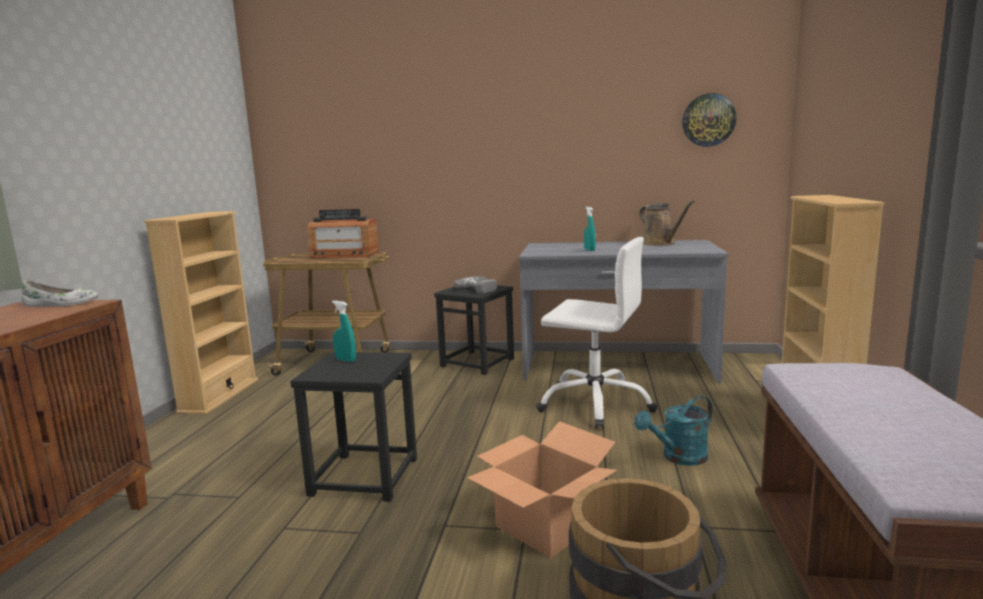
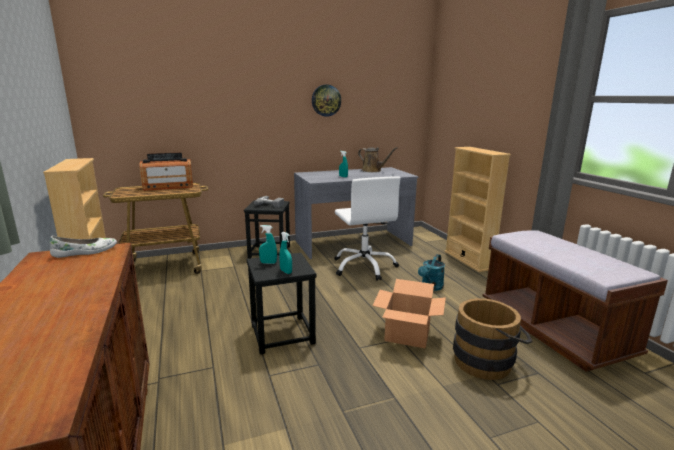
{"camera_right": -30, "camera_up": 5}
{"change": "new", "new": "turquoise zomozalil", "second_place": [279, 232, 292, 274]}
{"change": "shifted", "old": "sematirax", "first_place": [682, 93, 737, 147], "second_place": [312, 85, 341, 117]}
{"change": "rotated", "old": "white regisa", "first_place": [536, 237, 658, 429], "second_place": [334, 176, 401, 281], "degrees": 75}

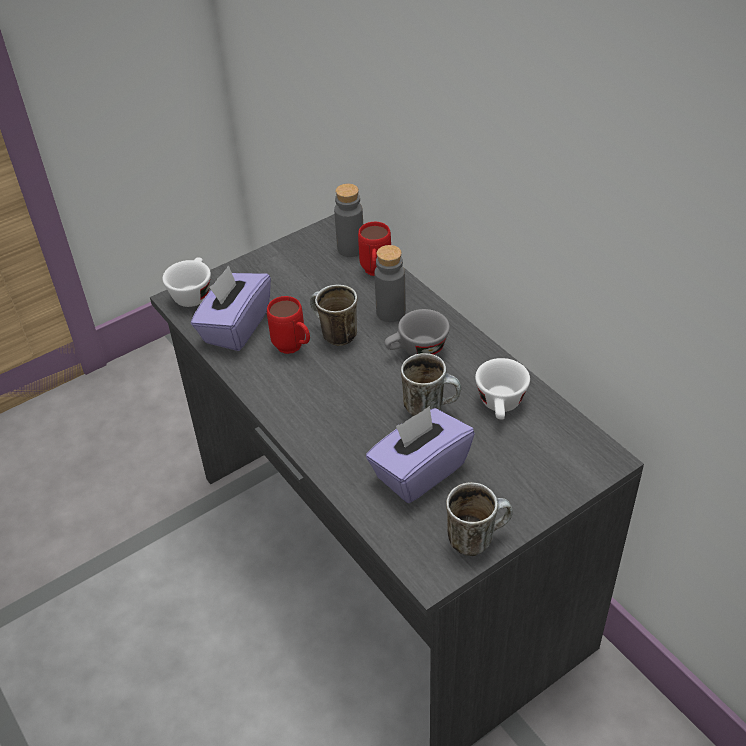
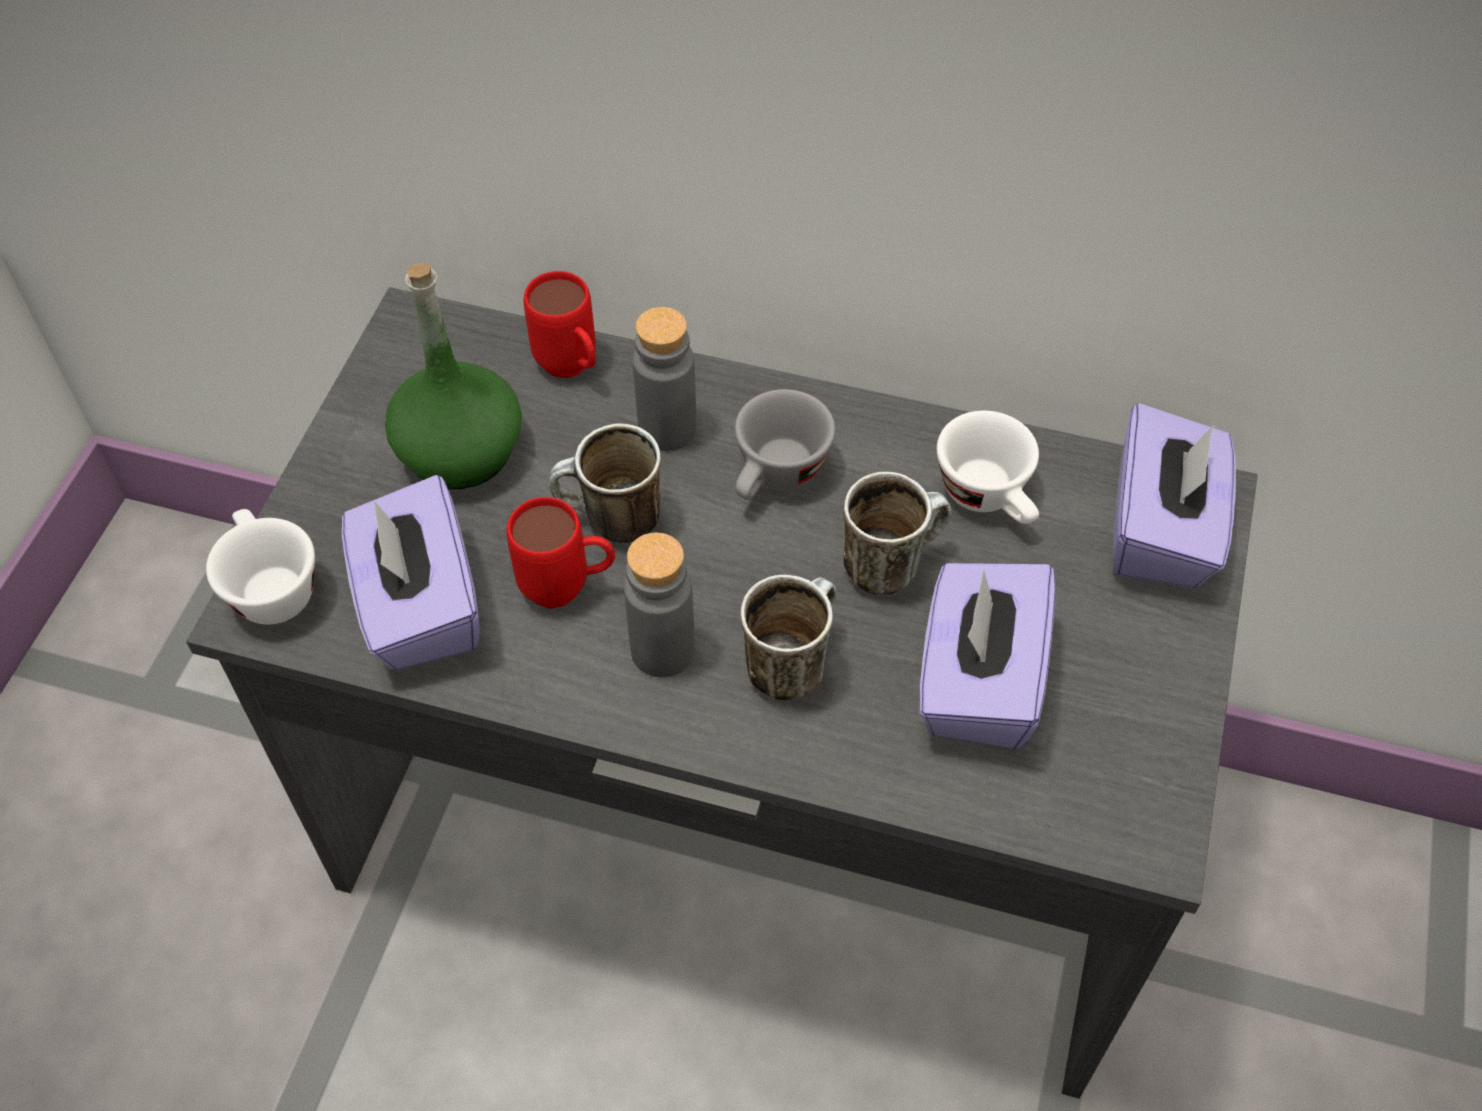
{"camera_right": -40, "camera_up": 10}
{"change": "new", "new": "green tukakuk", "second_place": [385, 263, 522, 489]}
{"change": "shifted", "old": "grey tukakuk", "first_place": [334, 184, 363, 257], "second_place": [624, 532, 695, 677]}
{"change": "shifted", "old": "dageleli", "first_place": [446, 482, 513, 556], "second_place": [740, 575, 836, 700]}
{"change": "new", "new": "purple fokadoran", "second_place": [1113, 403, 1236, 588]}

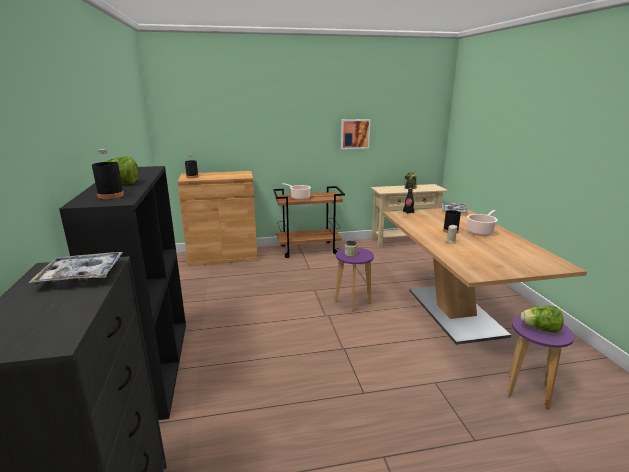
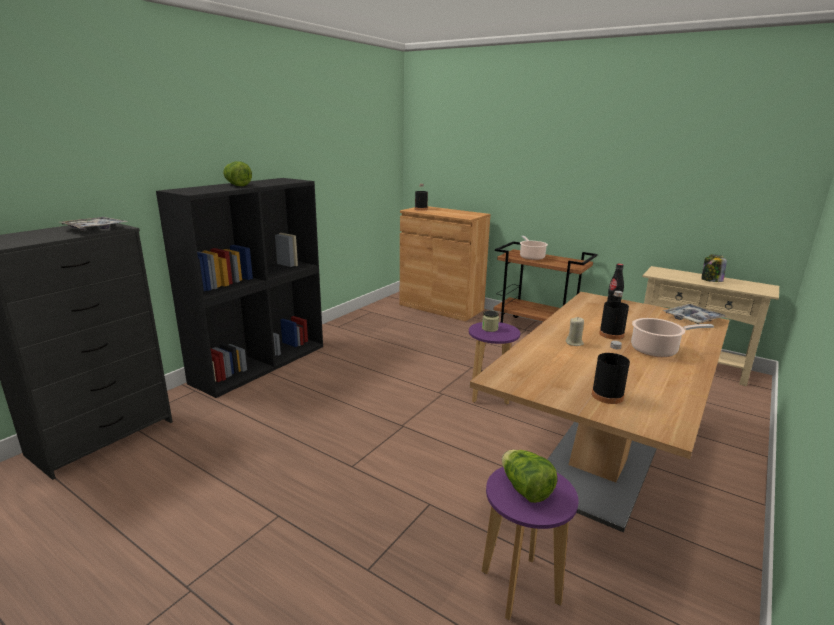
{"camera_right": 45, "camera_up": 0}
{"change": "shifted", "old": "black tukakuk", "first_place": [92, 149, 124, 199], "second_place": [592, 341, 630, 404]}
{"change": "gone", "old": "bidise", "first_place": [341, 119, 370, 149]}

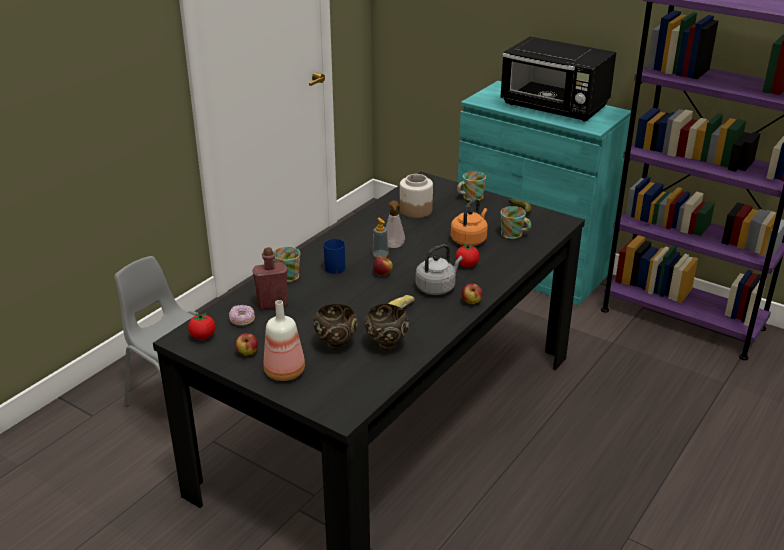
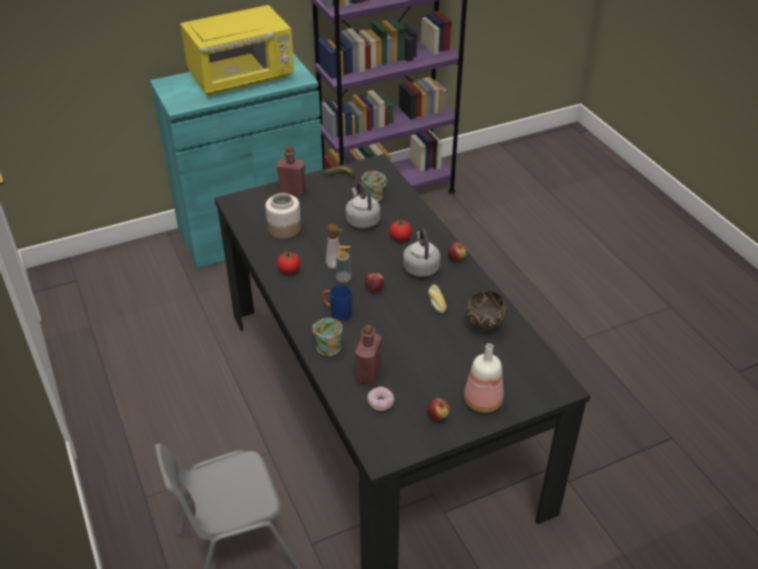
{"camera_right": -60, "camera_up": 10}
{"change": "repainted", "old": "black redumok", "new": "yellow redumok", "first_place": [500, 37, 616, 121], "second_place": [180, 5, 294, 96]}
{"change": "swapped", "old": "dageleli", "new": "red tukakuk", "first_place": [457, 171, 486, 201], "second_place": [276, 146, 306, 196]}
{"change": "shifted", "old": "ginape", "first_place": [188, 313, 215, 340], "second_place": [277, 251, 300, 274]}
{"change": "repainted", "old": "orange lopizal", "new": "grey lopizal", "first_place": [451, 198, 488, 246], "second_place": [346, 183, 380, 229]}
{"change": "gone", "old": "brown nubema", "first_place": [313, 304, 358, 350]}

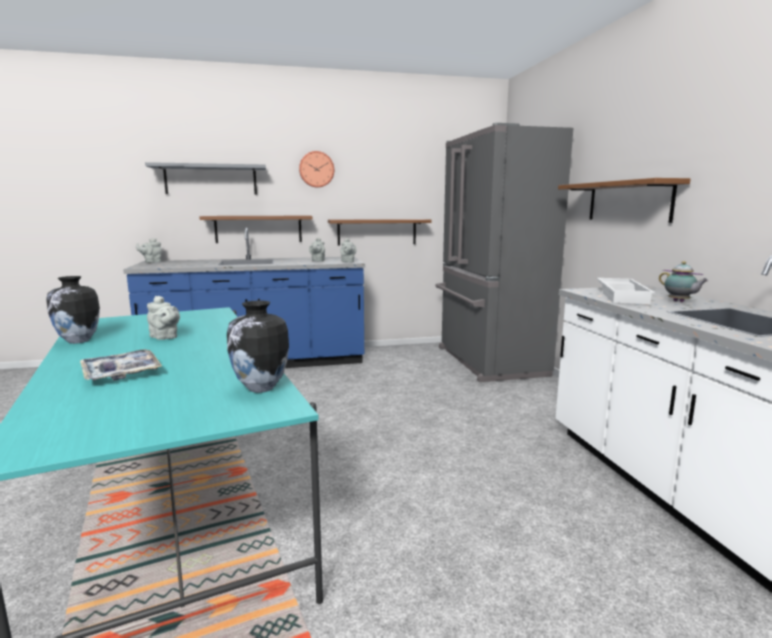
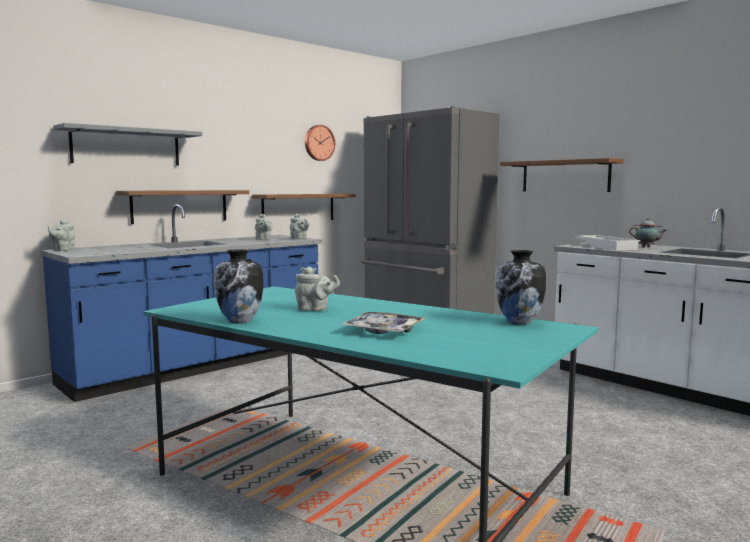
{"camera_right": -30, "camera_up": -5}
{"change": "shifted", "old": "sematirax", "first_place": [299, 151, 334, 188], "second_place": [305, 125, 335, 161]}

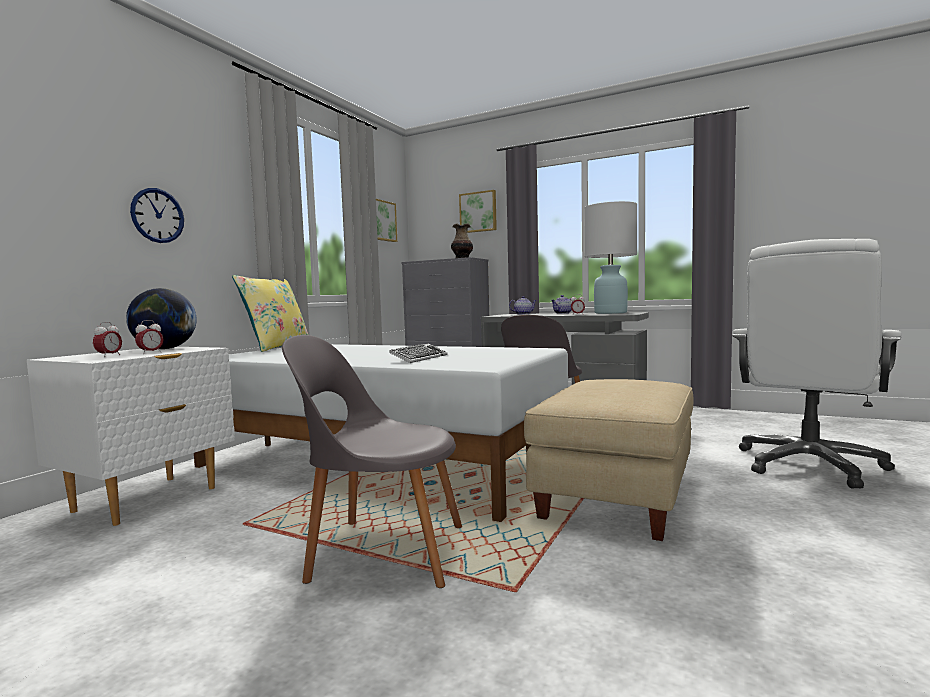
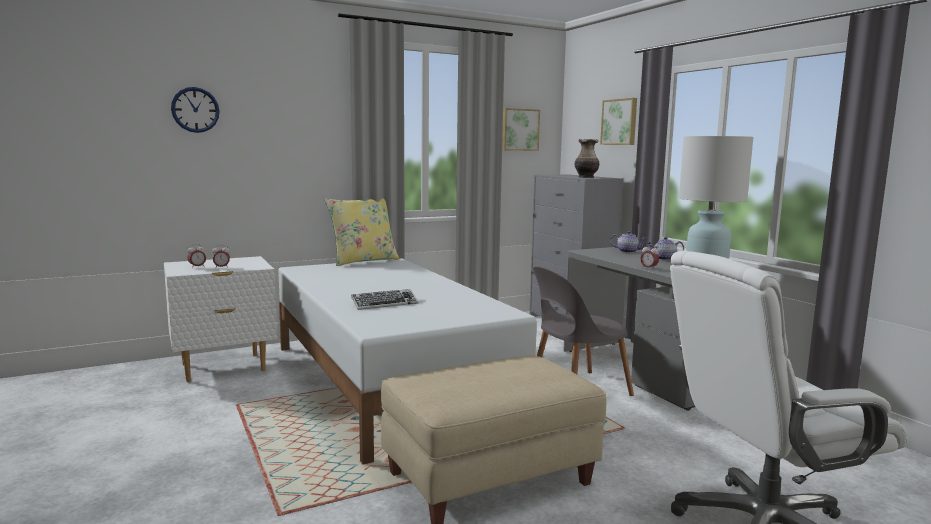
{"camera_right": 35, "camera_up": 5}
{"change": "shifted", "old": "sematirax", "first_place": [130, 188, 184, 243], "second_place": [171, 87, 220, 133]}
{"change": "gone", "old": "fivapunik", "first_place": [126, 288, 197, 349]}
{"change": "gone", "old": "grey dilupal", "first_place": [282, 335, 462, 588]}

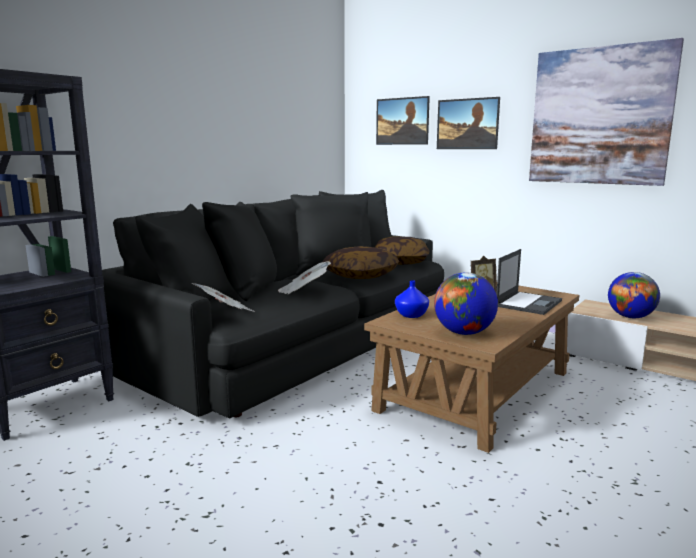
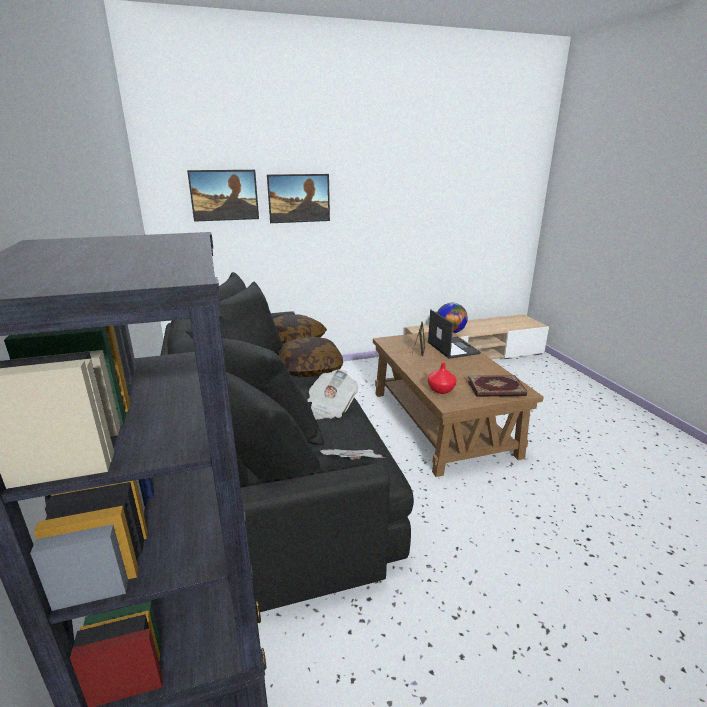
{"camera_right": -55, "camera_up": 10}
{"change": "repainted", "old": "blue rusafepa", "new": "red rusafepa", "first_place": [395, 280, 429, 318], "second_place": [428, 363, 457, 394]}
{"change": "swapped", "old": "fivapunik", "new": "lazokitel", "first_place": [434, 272, 498, 335], "second_place": [468, 375, 527, 397]}
{"change": "gone", "old": "bidise", "first_place": [529, 38, 684, 186]}

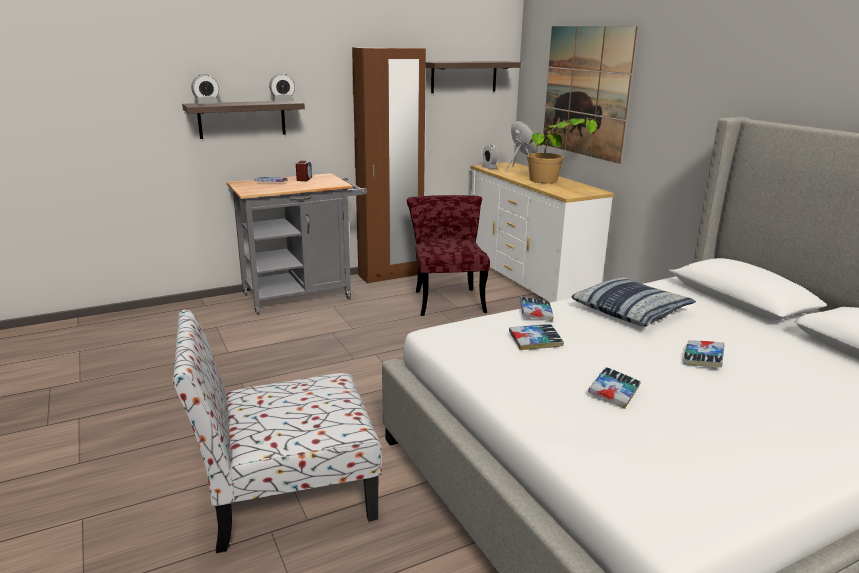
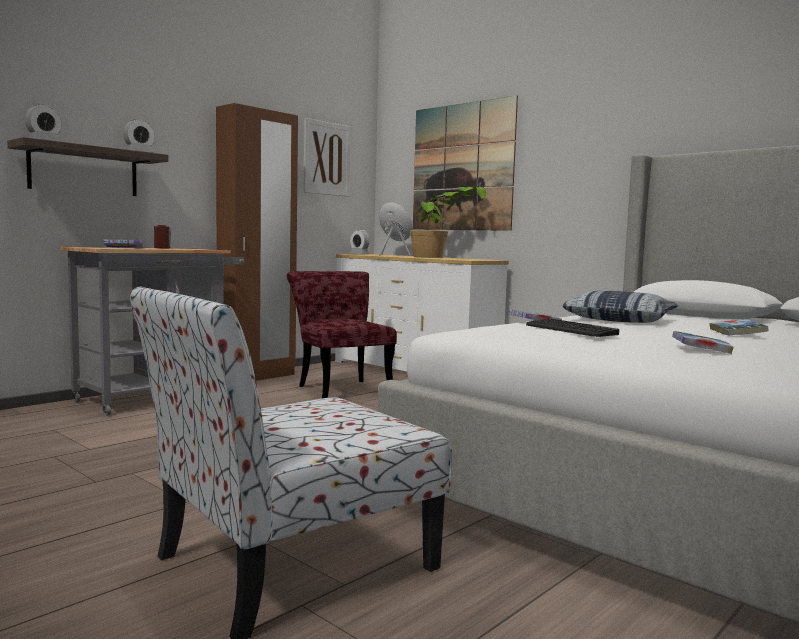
{"camera_right": -20, "camera_up": -15}
{"change": "swapped", "old": "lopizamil", "new": "bidise", "first_place": [426, 61, 521, 93], "second_place": [303, 118, 351, 197]}
{"change": "swapped", "old": "lazokitel", "new": "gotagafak", "first_place": [509, 324, 564, 350], "second_place": [526, 318, 619, 337]}

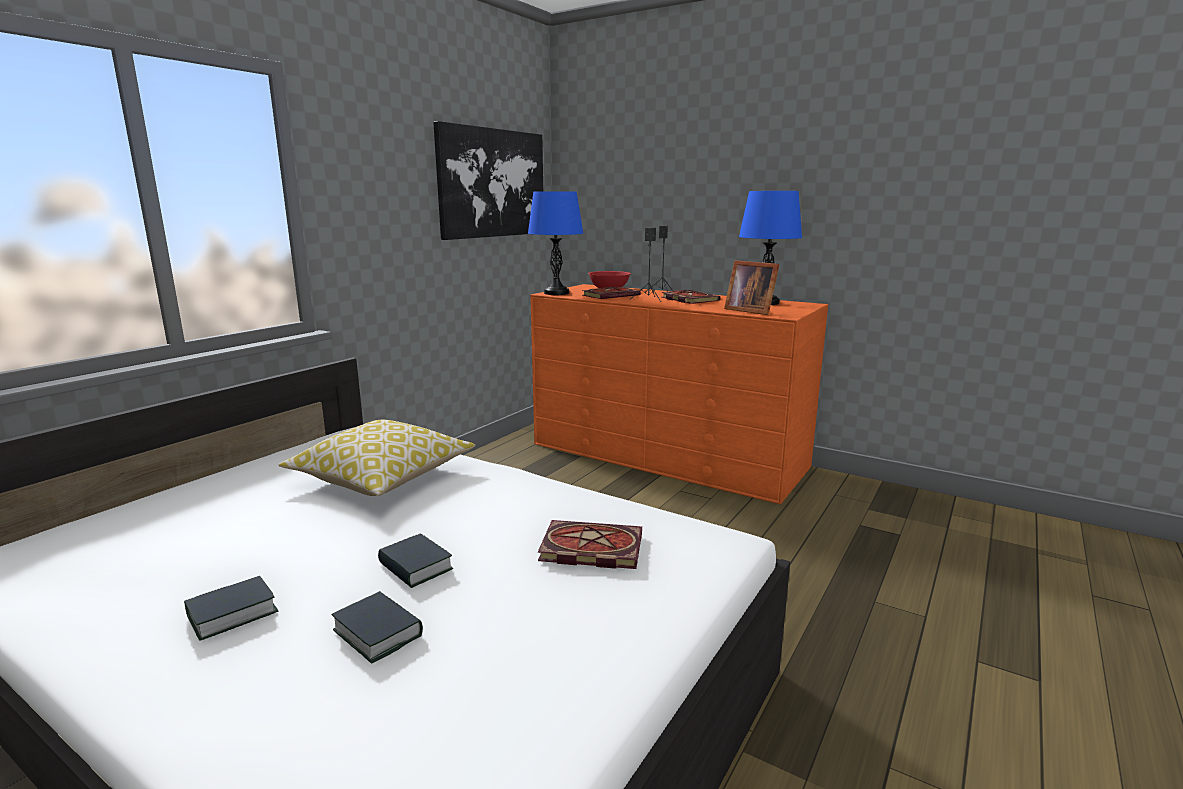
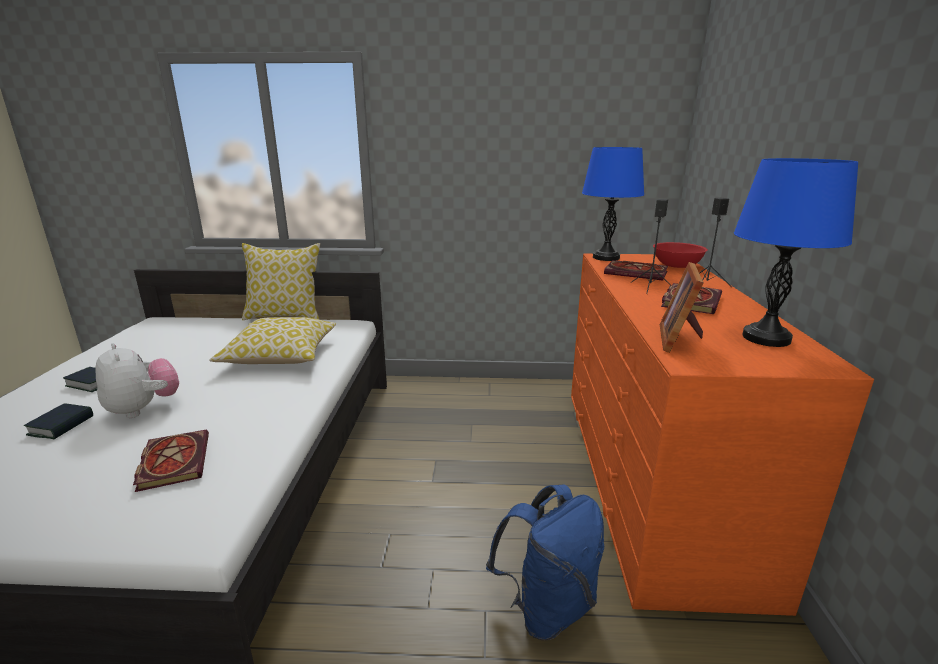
{"camera_right": 60, "camera_up": 5}
{"change": "swapped", "old": "lazokitel", "new": "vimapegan", "first_place": [378, 534, 453, 588], "second_place": [96, 343, 179, 418]}
{"change": "new", "new": "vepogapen", "second_place": [242, 243, 320, 320]}
{"change": "new", "new": "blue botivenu", "second_place": [486, 484, 604, 640]}
{"change": "gone", "old": "bidise", "first_place": [433, 121, 543, 240]}

